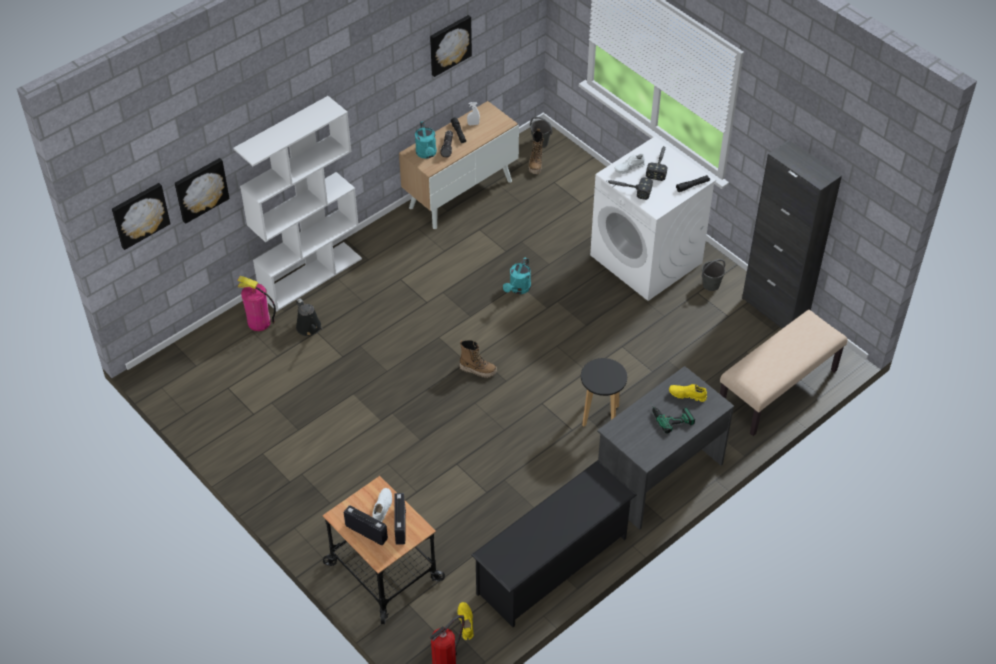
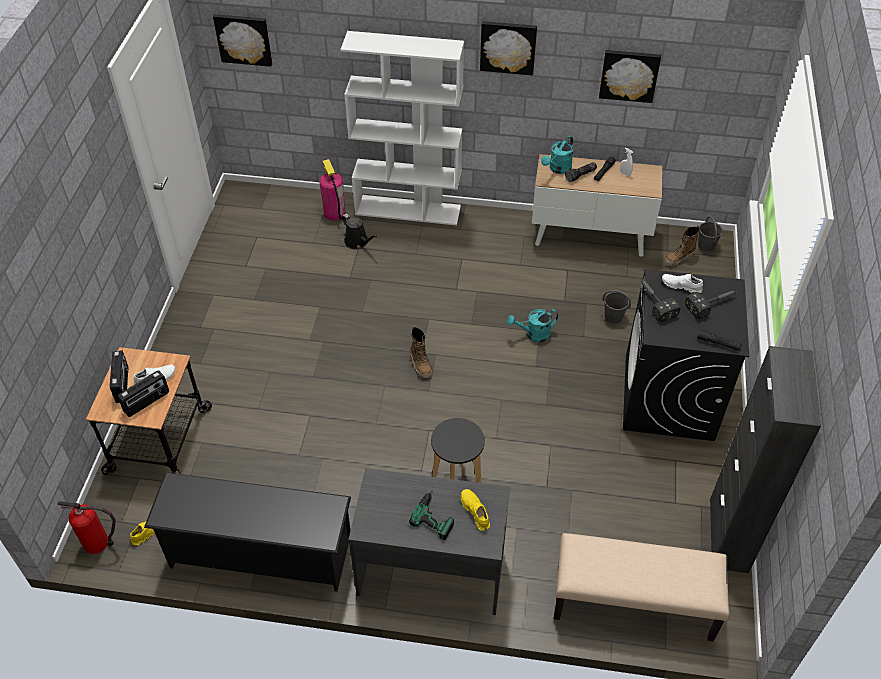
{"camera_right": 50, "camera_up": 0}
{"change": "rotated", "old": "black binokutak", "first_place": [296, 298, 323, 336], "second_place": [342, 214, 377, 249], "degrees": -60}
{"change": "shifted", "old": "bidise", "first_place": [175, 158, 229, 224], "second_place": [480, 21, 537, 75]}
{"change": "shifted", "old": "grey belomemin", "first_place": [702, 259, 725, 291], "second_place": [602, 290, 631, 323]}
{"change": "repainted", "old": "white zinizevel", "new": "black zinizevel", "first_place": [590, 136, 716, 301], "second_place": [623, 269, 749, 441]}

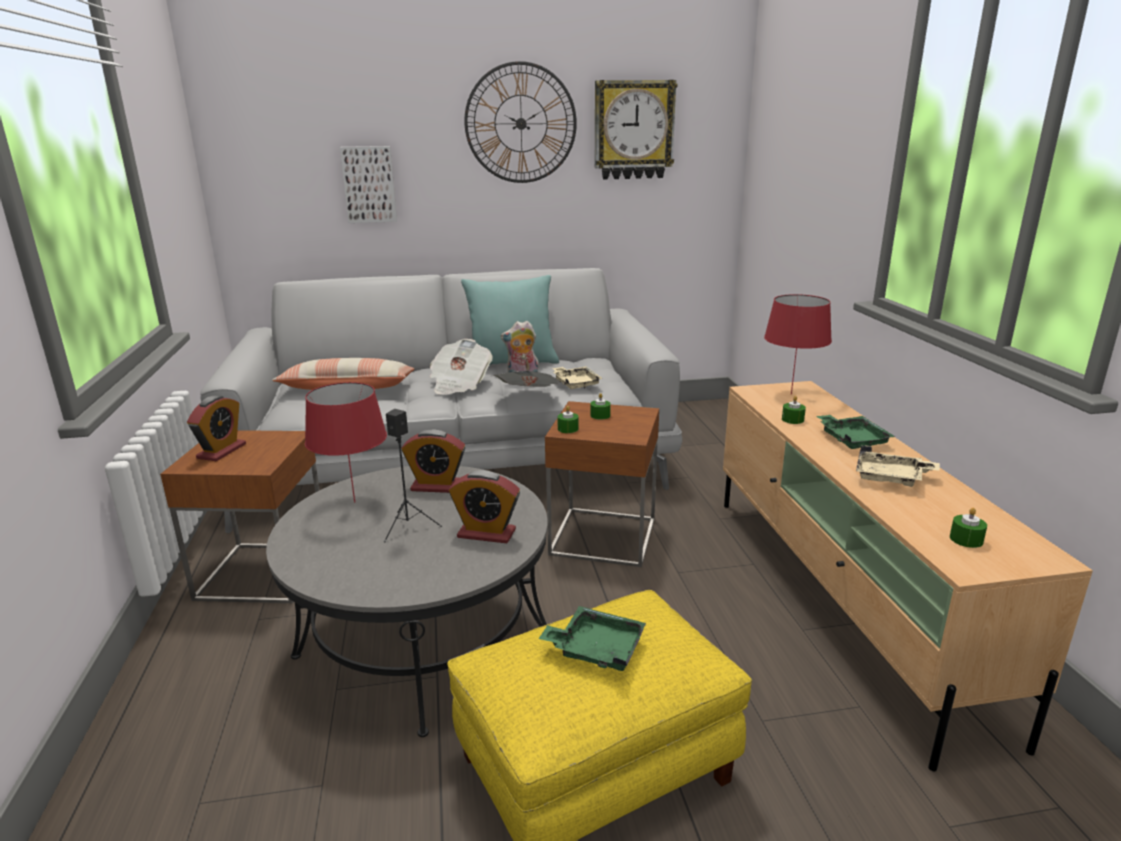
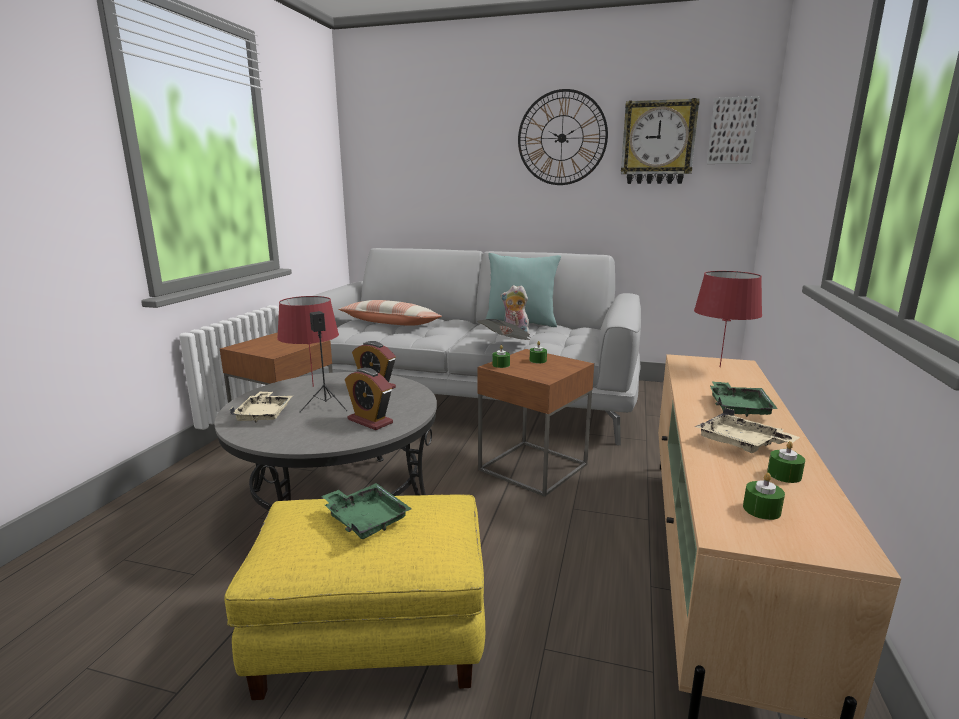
{"camera_right": 25, "camera_up": -5}
{"change": "shifted", "old": "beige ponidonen", "first_place": [552, 366, 603, 389], "second_place": [230, 391, 293, 423]}
{"change": "shifted", "old": "bidise", "first_place": [340, 146, 397, 223], "second_place": [707, 96, 760, 164]}
{"change": "shifted", "old": "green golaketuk", "first_place": [782, 395, 806, 424], "second_place": [767, 441, 805, 483]}
{"change": "gone", "old": "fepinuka", "first_place": [187, 395, 246, 461]}
{"change": "gone", "old": "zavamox", "first_place": [429, 339, 493, 395]}

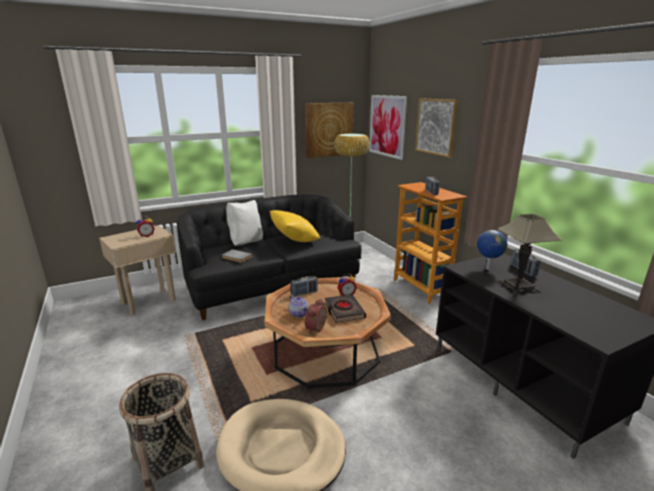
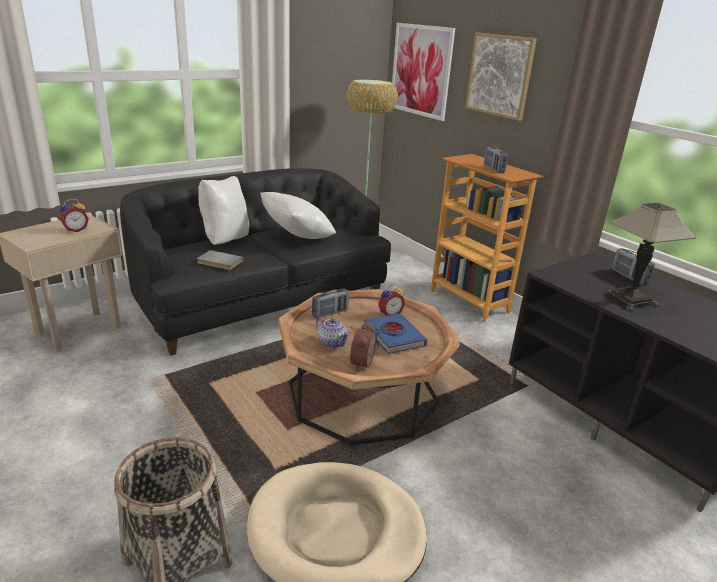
{"camera_right": -10, "camera_up": 5}
{"change": "repainted", "old": "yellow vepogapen", "new": "white vepogapen", "first_place": [270, 210, 320, 242], "second_place": [260, 192, 336, 239]}
{"change": "repainted", "old": "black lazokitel", "new": "blue lazokitel", "first_place": [325, 294, 366, 323], "second_place": [364, 313, 427, 354]}
{"change": "gone", "old": "bidise", "first_place": [305, 103, 354, 158]}
{"change": "gone", "old": "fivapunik", "first_place": [477, 230, 507, 270]}

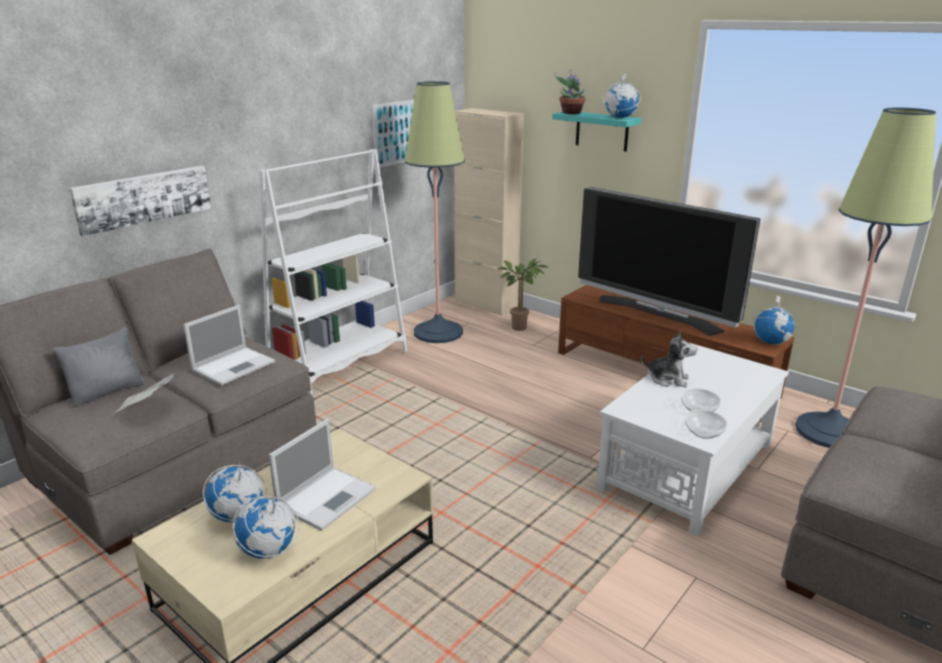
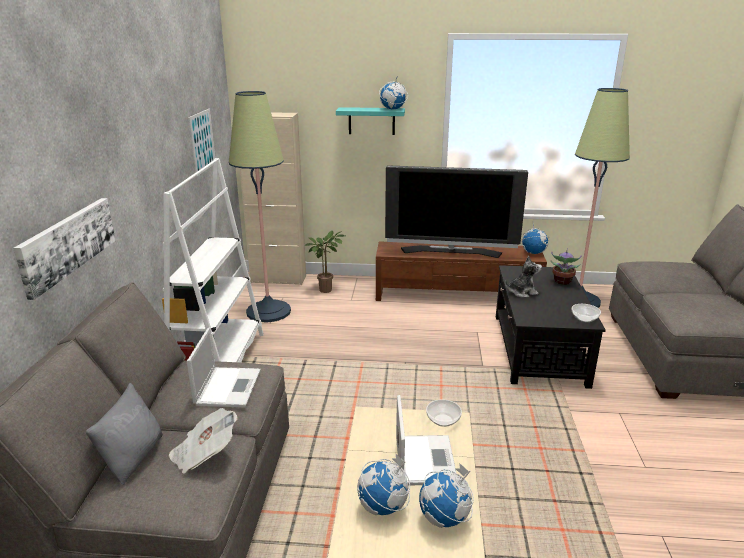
{"camera_right": -35, "camera_up": 0}
{"change": "shifted", "old": "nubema", "first_place": [681, 388, 721, 412], "second_place": [426, 399, 462, 427]}
{"change": "repainted", "old": "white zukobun", "new": "black zukobun", "first_place": [596, 343, 789, 536], "second_place": [496, 265, 606, 389]}
{"change": "shifted", "old": "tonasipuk", "first_place": [554, 69, 586, 114], "second_place": [550, 248, 582, 285]}

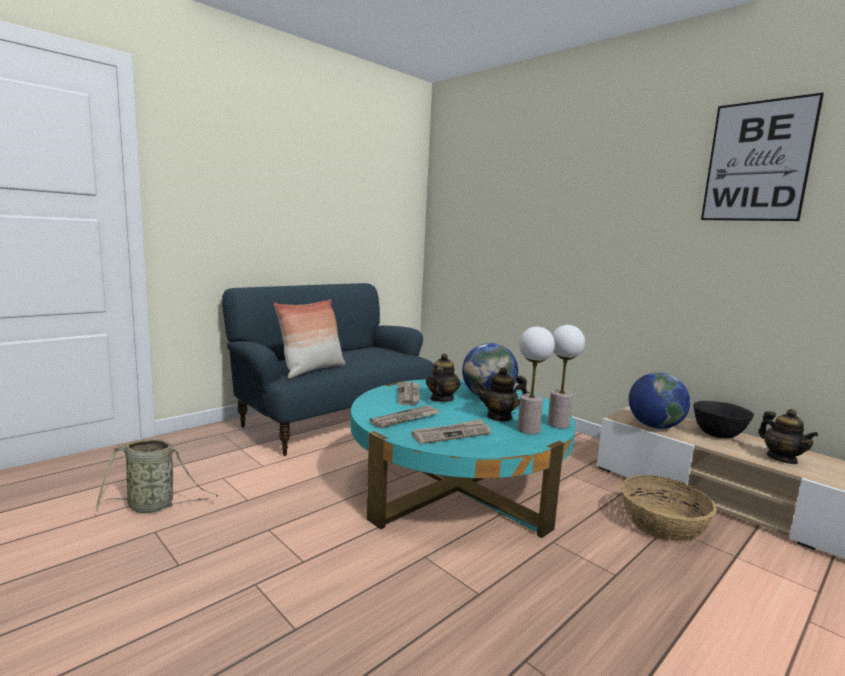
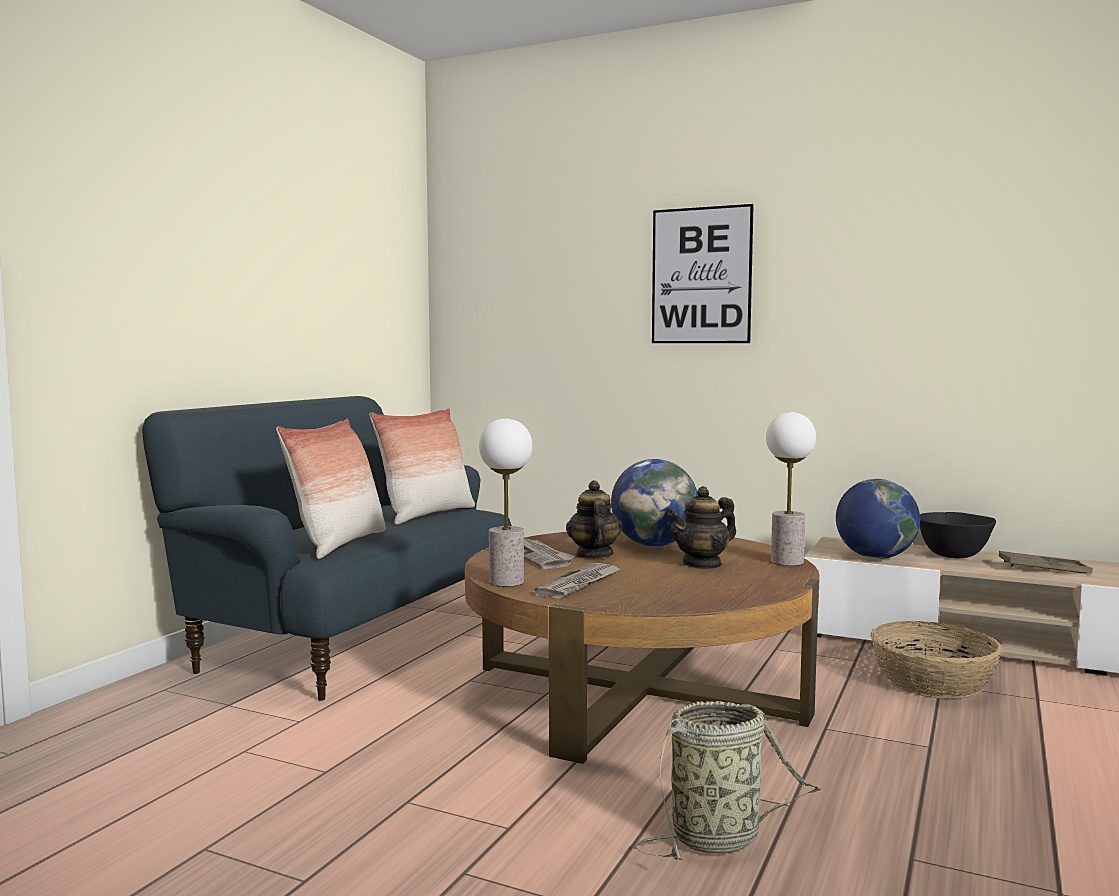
{"camera_right": -20, "camera_up": -5}
{"change": "new", "new": "vepogapen", "second_place": [369, 408, 475, 525]}
{"change": "repainted", "old": "turquoise zukobun", "new": "brown zukobun", "first_place": [351, 379, 576, 538], "second_place": [465, 531, 820, 764]}
{"change": "shifted", "old": "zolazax", "first_place": [517, 326, 555, 434], "second_place": [479, 418, 533, 587]}
{"change": "shifted", "old": "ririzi", "first_place": [96, 439, 218, 513], "second_place": [634, 701, 821, 860]}
{"change": "shifted", "old": "bidise", "first_place": [701, 93, 824, 221], "second_place": [652, 204, 754, 343]}
{"change": "swapped", "old": "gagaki", "new": "brown ponidonen", "first_place": [758, 409, 818, 464], "second_place": [999, 551, 1092, 574]}
{"change": "gone", "old": "zavamox", "first_place": [411, 419, 491, 444]}

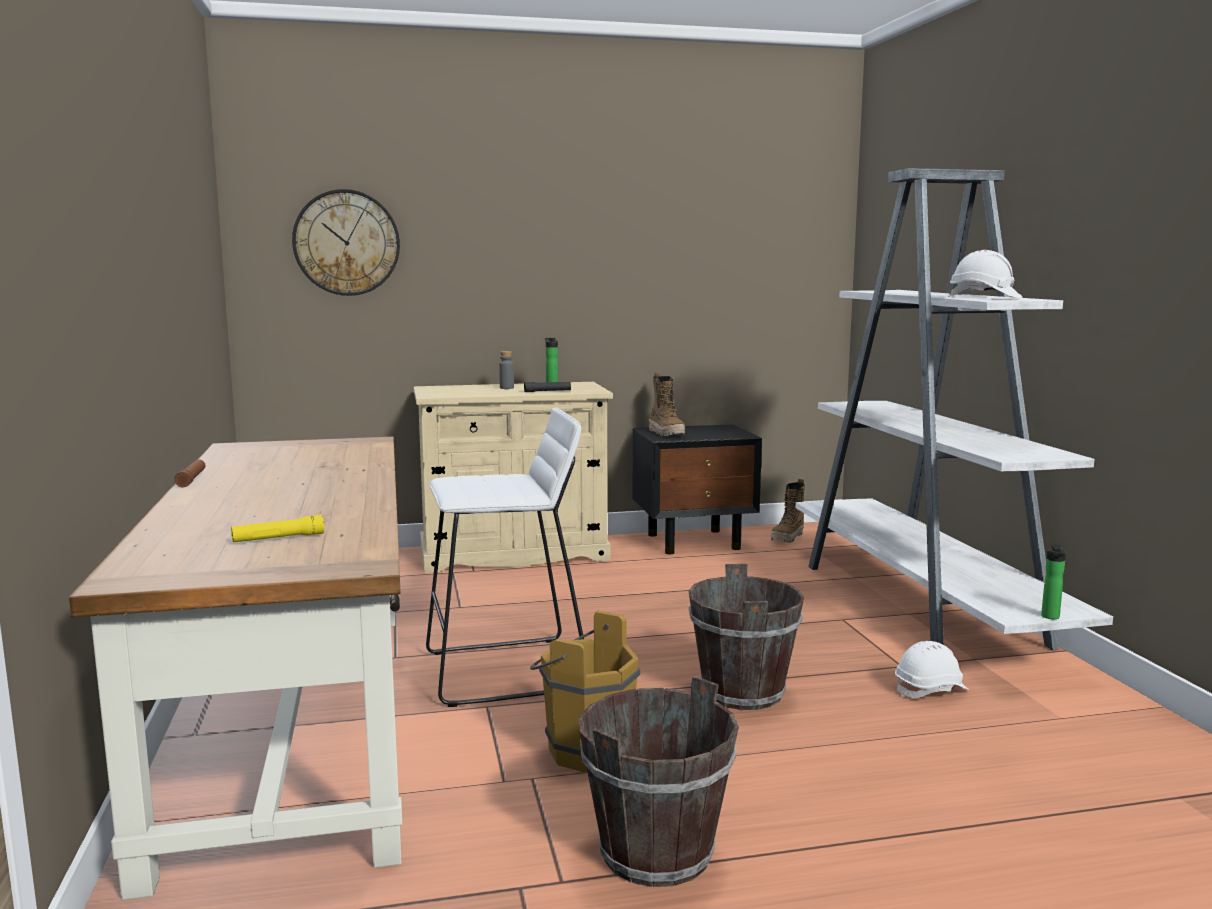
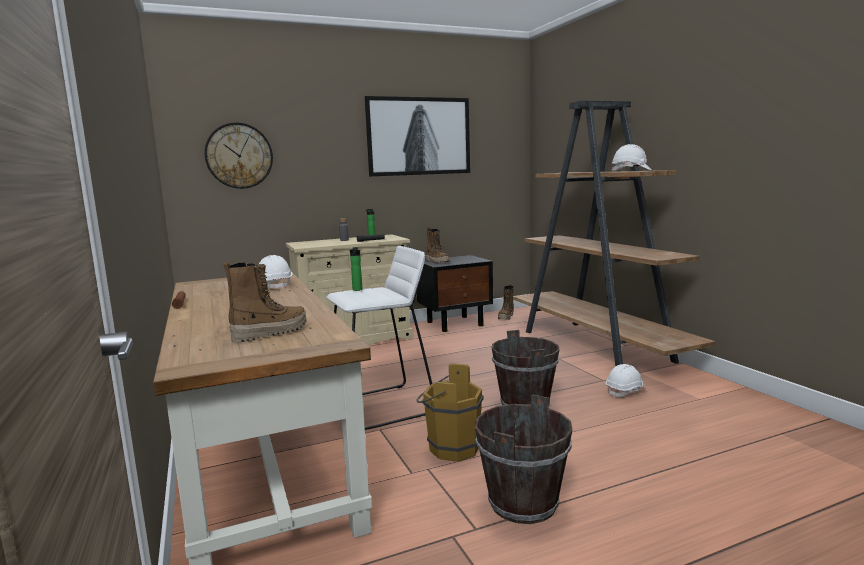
{"camera_right": -10, "camera_up": 0}
{"change": "swapped", "old": "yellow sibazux", "new": "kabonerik", "first_place": [231, 515, 324, 542], "second_place": [223, 262, 307, 343]}
{"change": "new", "new": "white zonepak", "second_place": [259, 255, 293, 289]}
{"change": "shifted", "old": "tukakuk", "first_place": [1041, 544, 1066, 619], "second_place": [350, 247, 362, 291]}
{"change": "new", "new": "bidise", "second_place": [365, 96, 470, 176]}
{"change": "repainted", "old": "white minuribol", "new": "brown minuribol", "first_place": [795, 168, 1113, 650], "second_place": [513, 100, 715, 367]}

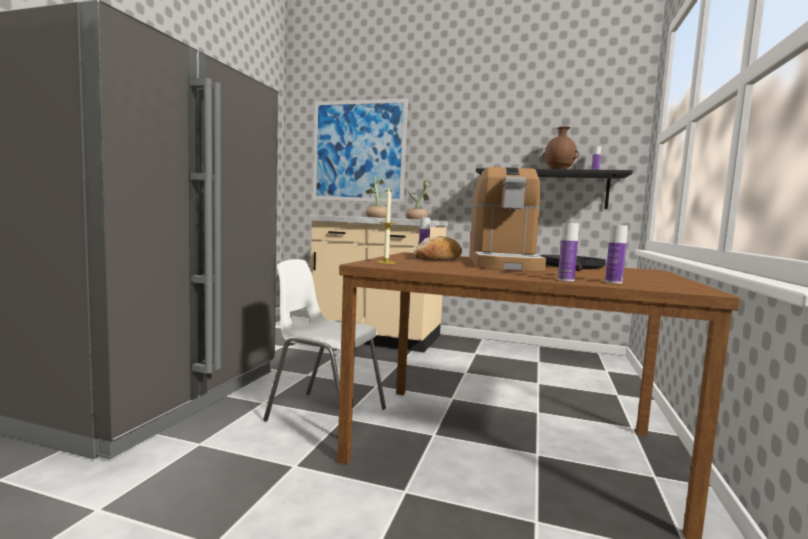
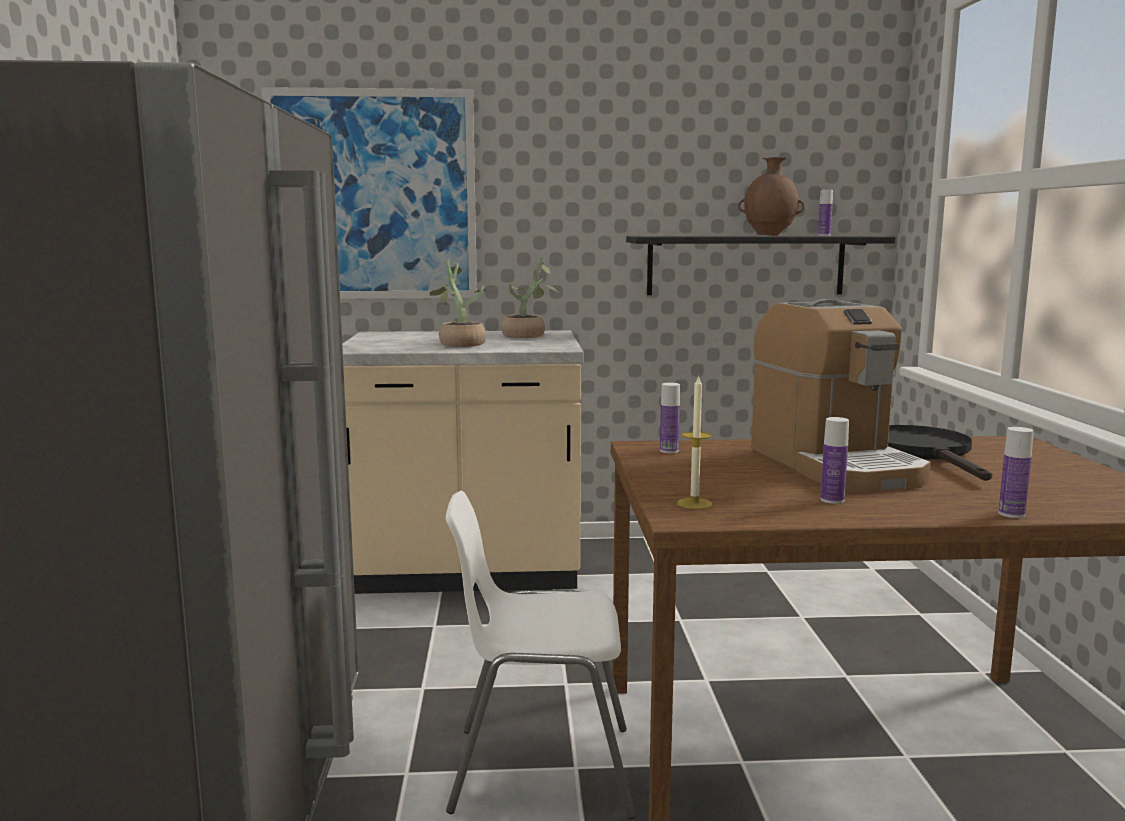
{"camera_right": -20, "camera_up": 5}
{"change": "shifted", "old": "tukakuk", "first_place": [605, 225, 628, 284], "second_place": [821, 417, 849, 504]}
{"change": "gone", "old": "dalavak", "first_place": [414, 236, 462, 260]}

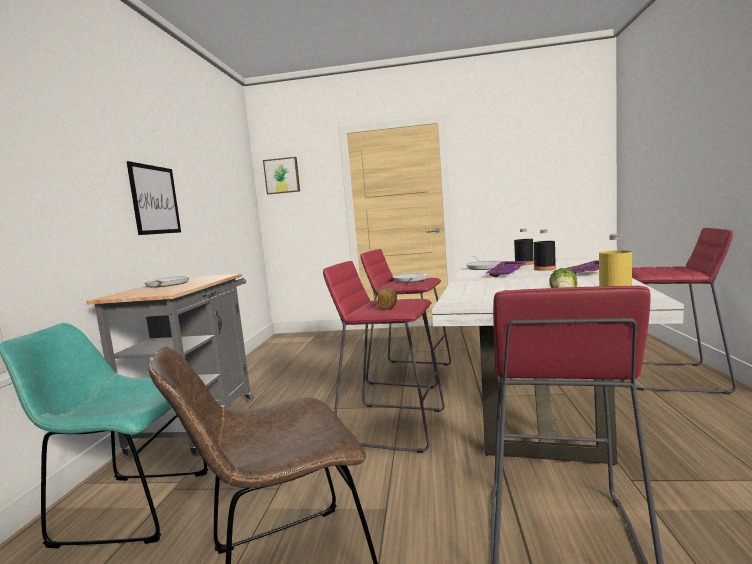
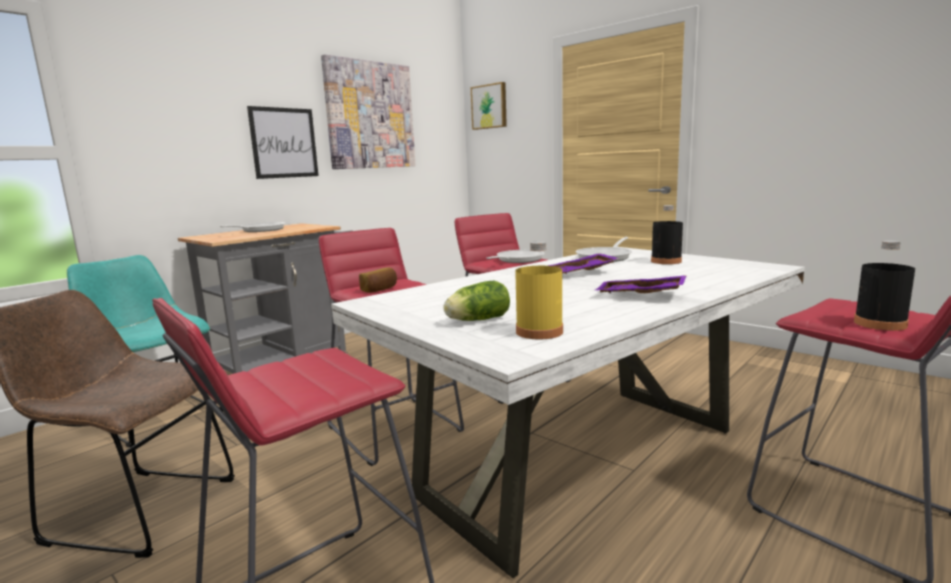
{"camera_right": 35, "camera_up": 5}
{"change": "new", "new": "bidise", "second_place": [321, 54, 416, 169]}
{"change": "shifted", "old": "black tukakuk", "first_place": [534, 229, 556, 271], "second_place": [854, 241, 915, 331]}

